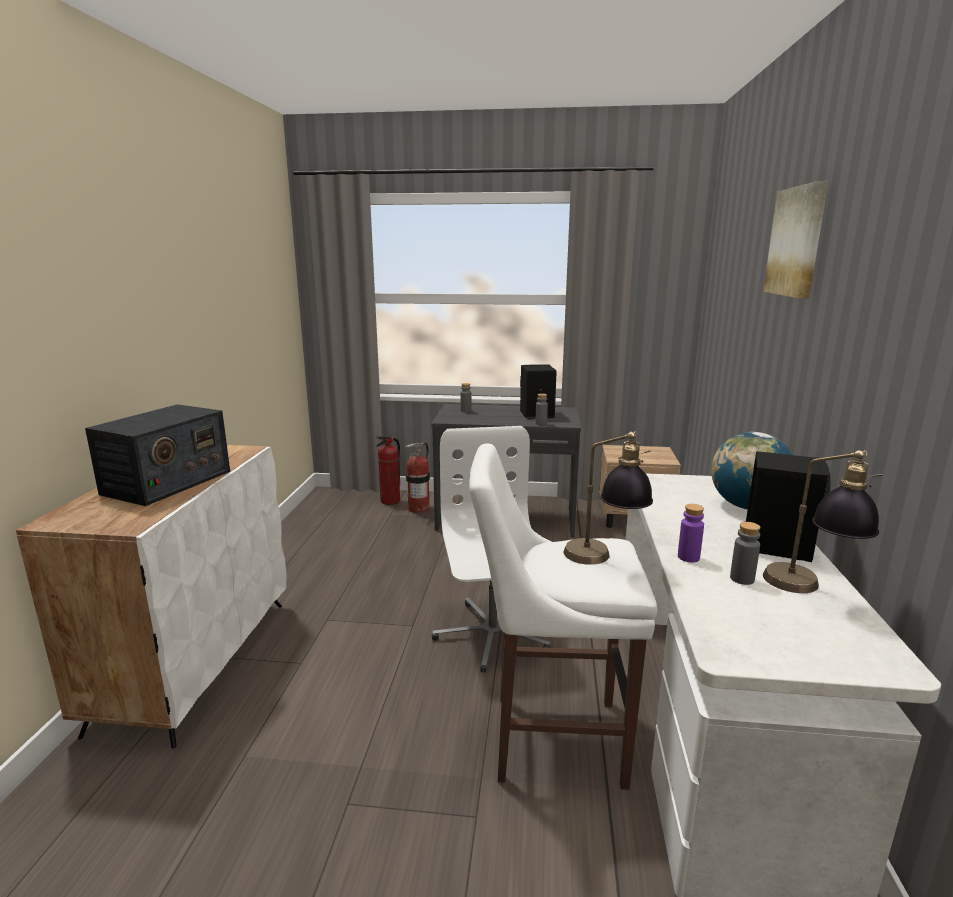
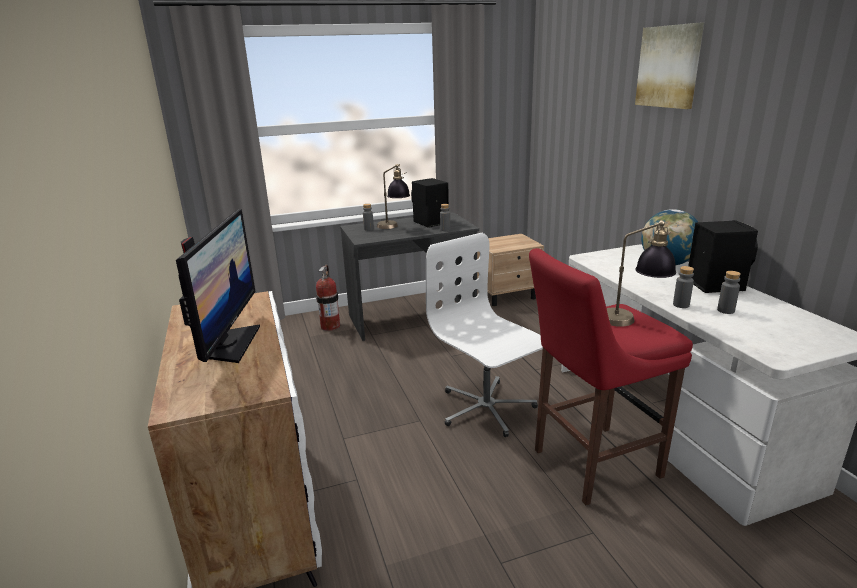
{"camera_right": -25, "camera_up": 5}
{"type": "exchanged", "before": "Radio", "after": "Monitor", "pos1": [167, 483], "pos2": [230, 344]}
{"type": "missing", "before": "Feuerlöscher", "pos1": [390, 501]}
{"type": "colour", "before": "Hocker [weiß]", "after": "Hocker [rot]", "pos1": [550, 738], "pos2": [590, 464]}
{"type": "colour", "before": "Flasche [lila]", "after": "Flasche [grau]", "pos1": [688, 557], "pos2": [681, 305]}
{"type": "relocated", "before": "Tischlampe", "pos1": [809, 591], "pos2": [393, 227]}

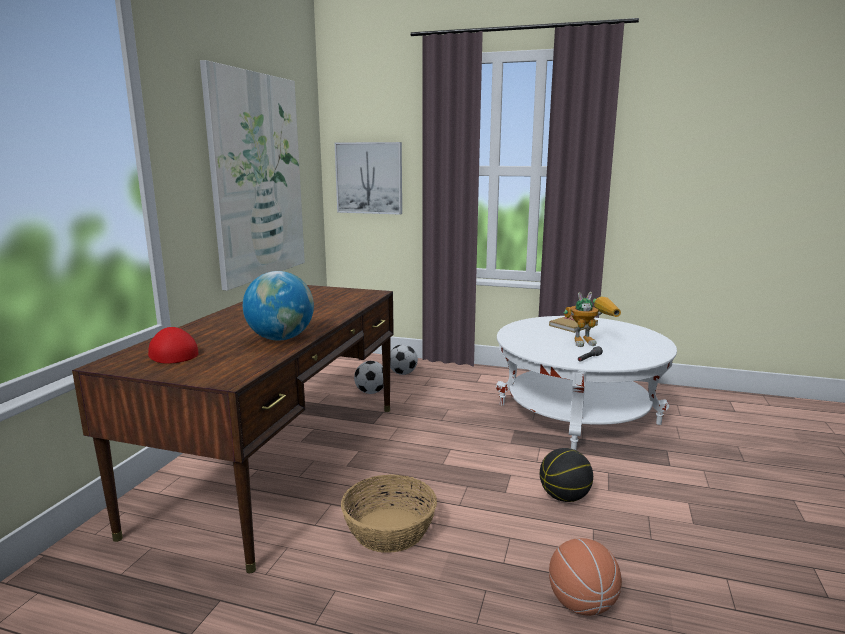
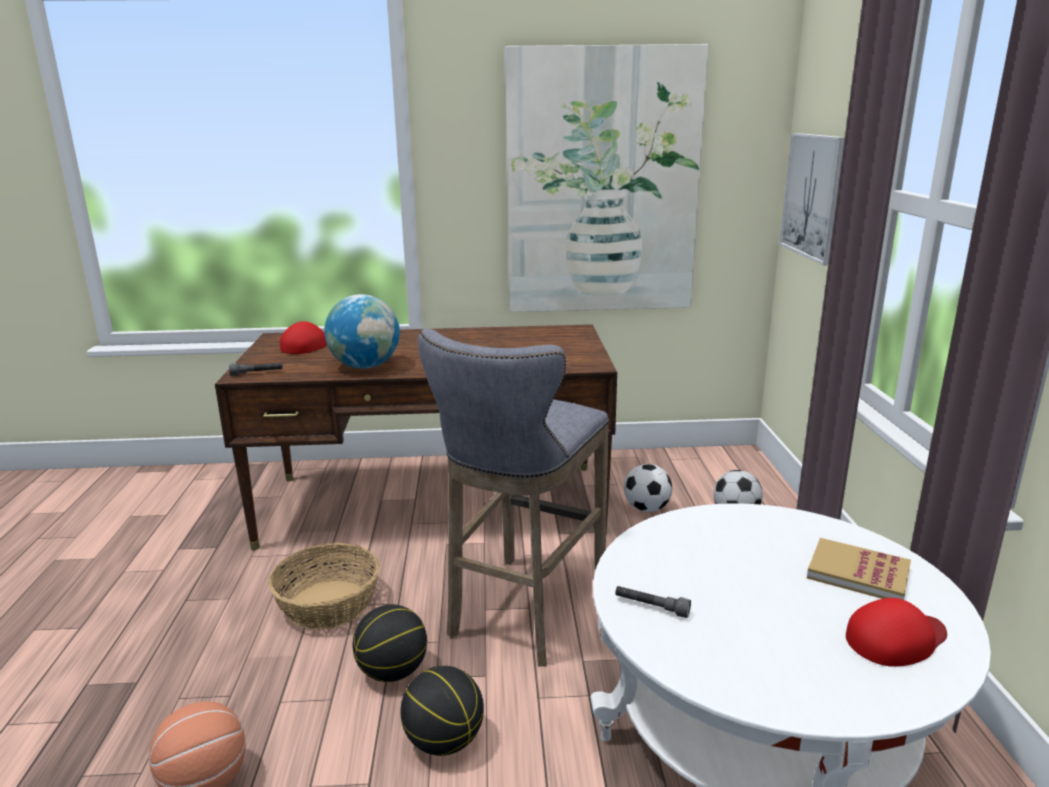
{"camera_right": 70, "camera_up": 5}
{"type": "missing", "before": "Spielzeugroboter", "pos1": [590, 342]}
{"type": "appeared", "after": "Taschenlampe [grau]", "pos2": [257, 373]}
{"type": "appeared", "after": "Basketball", "pos2": [393, 672]}
{"type": "appeared", "after": "Hocker [grau]", "pos2": [523, 614]}
{"type": "appeared", "after": "Kappe [rot]", "pos2": [896, 639]}

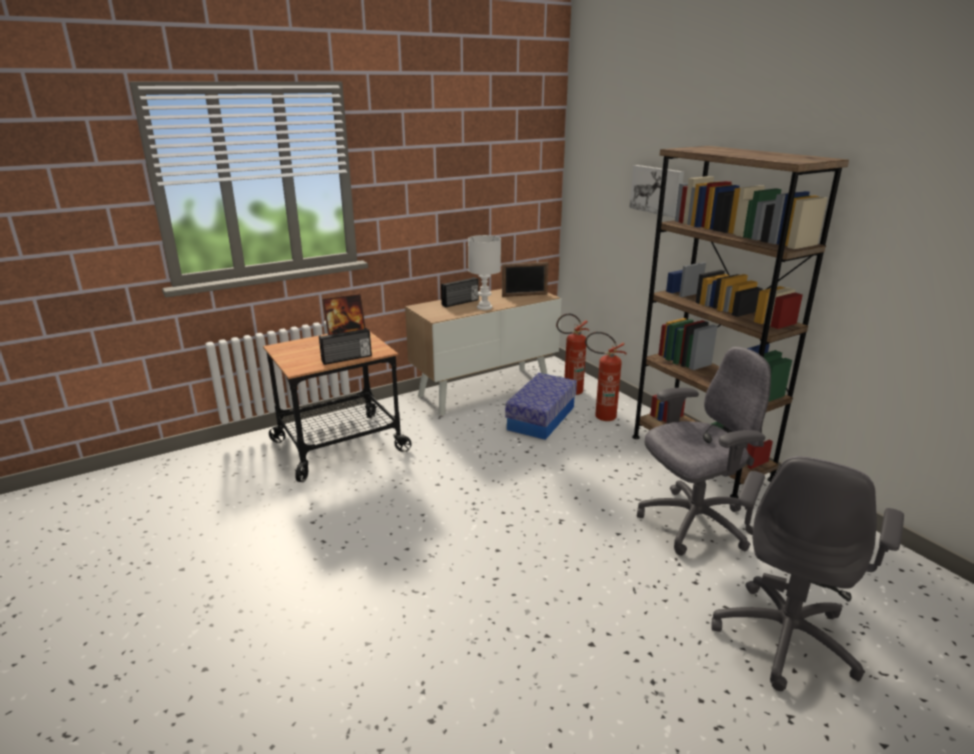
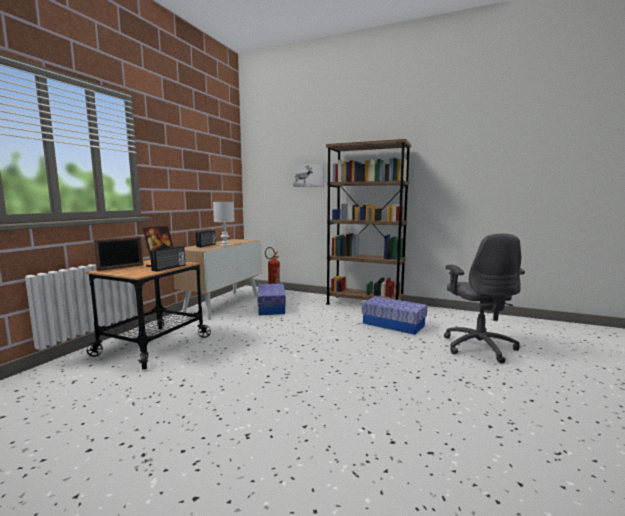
{"camera_right": -35, "camera_up": -15}
{"type": "relocated", "before": "Bilderrahmen", "pos1": [524, 295], "pos2": [121, 268]}
{"type": "missing", "before": "Feuerlöscher", "pos1": [600, 416]}
{"type": "exchanged", "before": "Bürostuhl [grau]", "after": "Aufbewahrungsbox", "pos1": [692, 523], "pos2": [393, 324]}

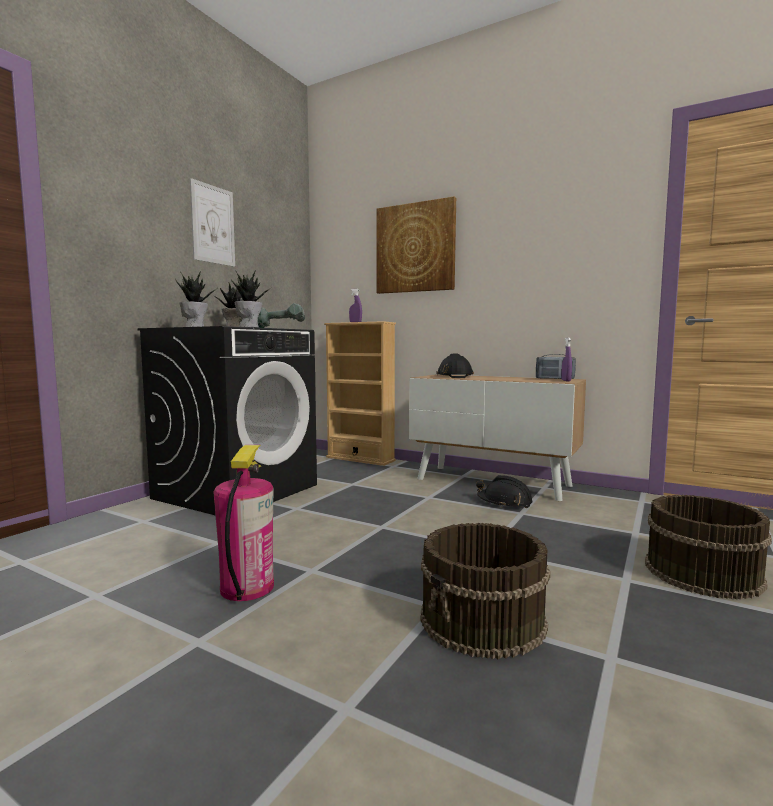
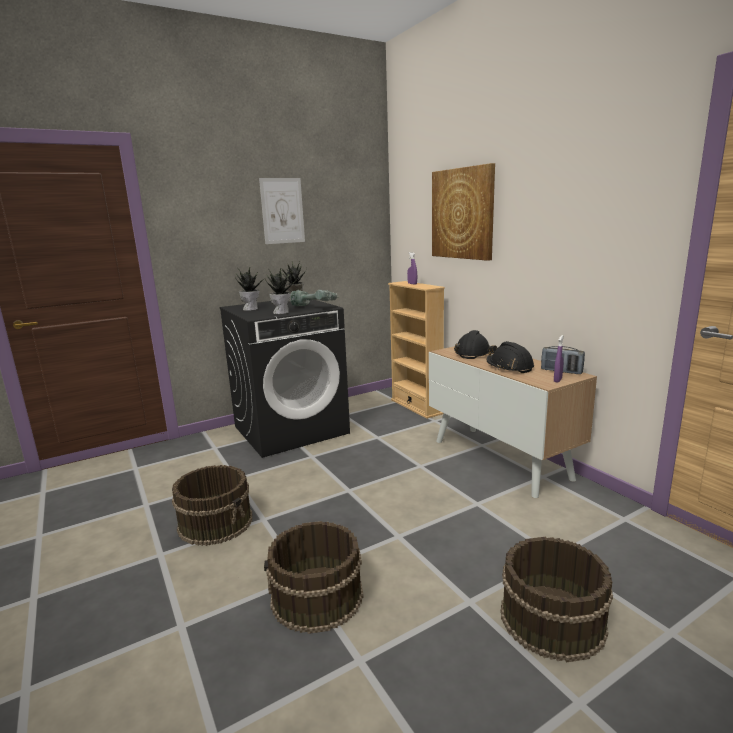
{"camera_right": 30, "camera_up": 10}
{"type": "exchanged", "before": "Feuerlöscher", "after": "Eimer [braun]", "pos1": [246, 587], "pos2": [216, 522]}
{"type": "relocated", "before": "Schutzhelm [schwarz]", "pos1": [504, 502], "pos2": [509, 367]}

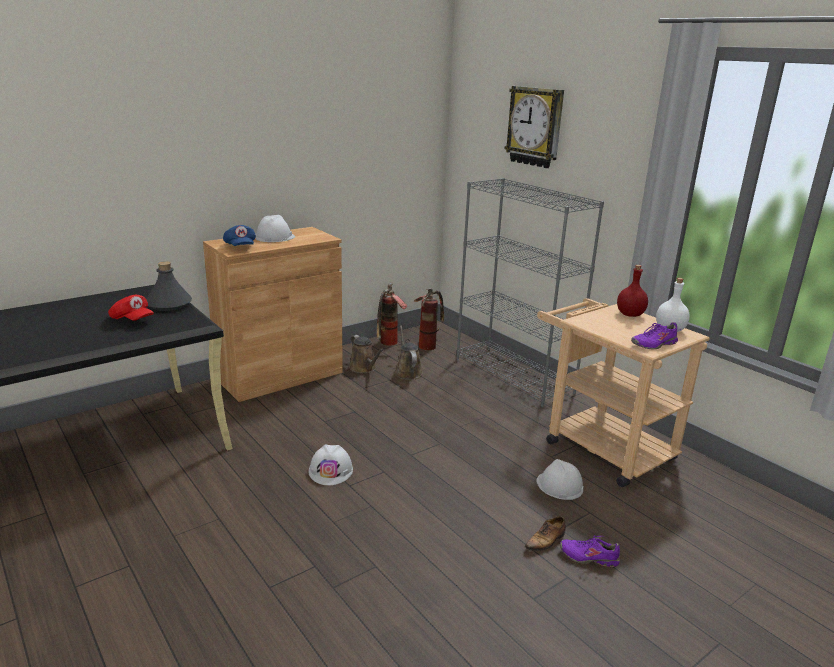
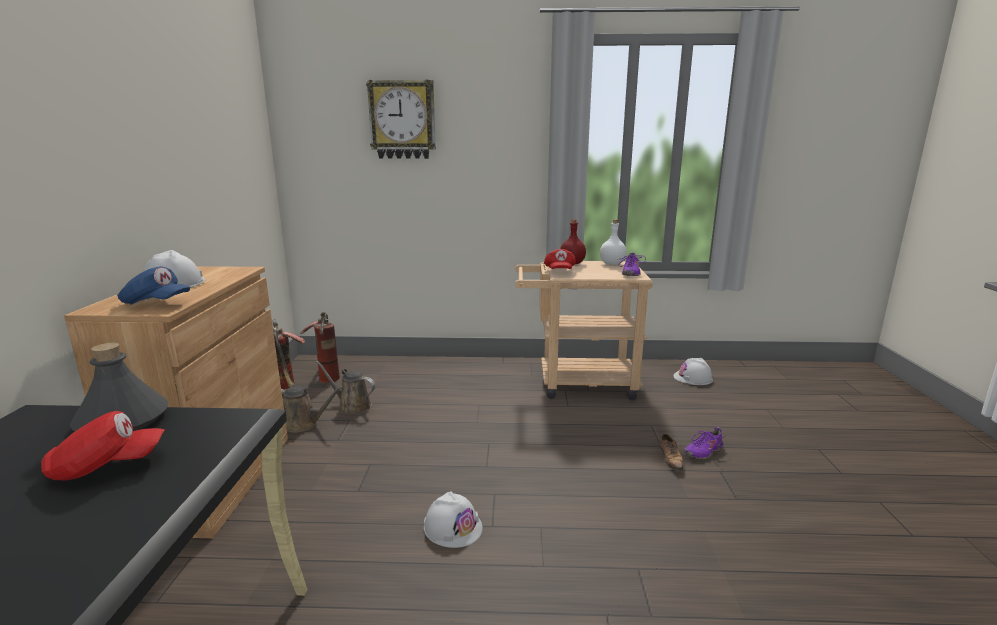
{"camera_right": -50, "camera_up": -5}
{"type": "missing", "before": "Bücherregal [grau]", "pos1": [514, 376]}
{"type": "relocated", "before": "Schutzhelm [weiß]", "pos1": [559, 485], "pos2": [693, 378]}
{"type": "appeared", "after": "Kappe [rot]", "pos2": [559, 271]}

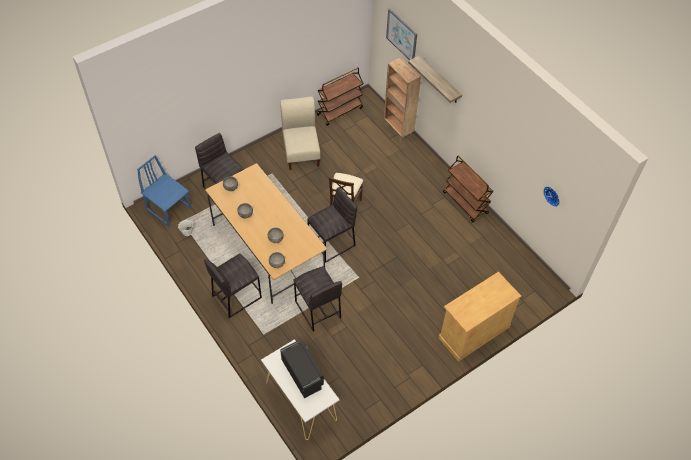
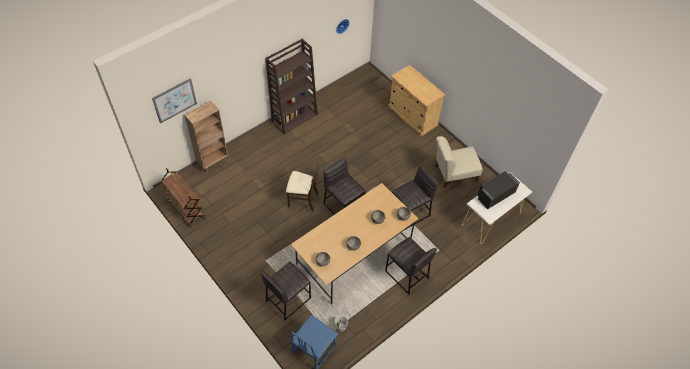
{"camera_right": -95, "camera_up": 0}
{"type": "relocated", "before": "Stuhl [beige]", "pos1": [301, 151], "pos2": [453, 173]}
{"type": "missing", "before": "Wandregal", "pos1": [439, 80]}
{"type": "exchanged", "before": "Rollwagen [braun]", "after": "Bücherregal [braun]", "pos1": [465, 203], "pos2": [294, 117]}

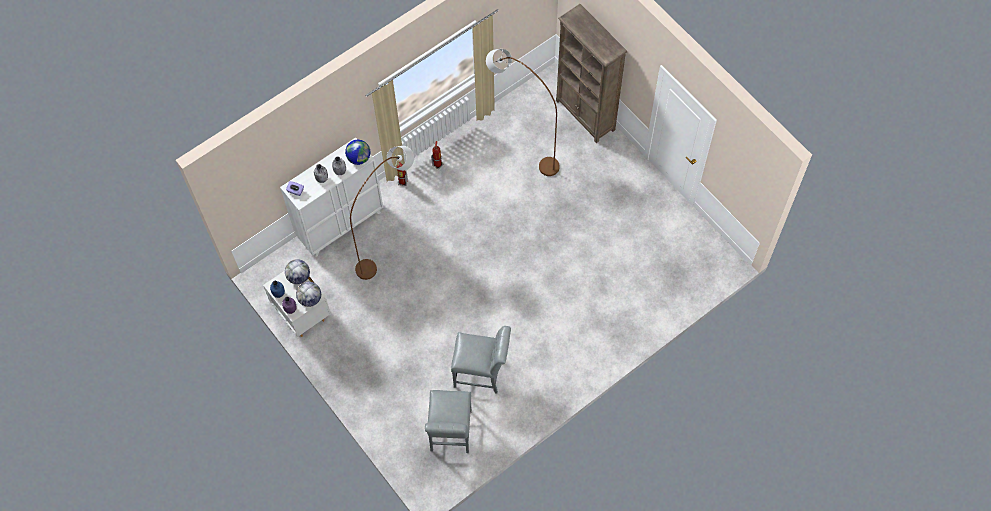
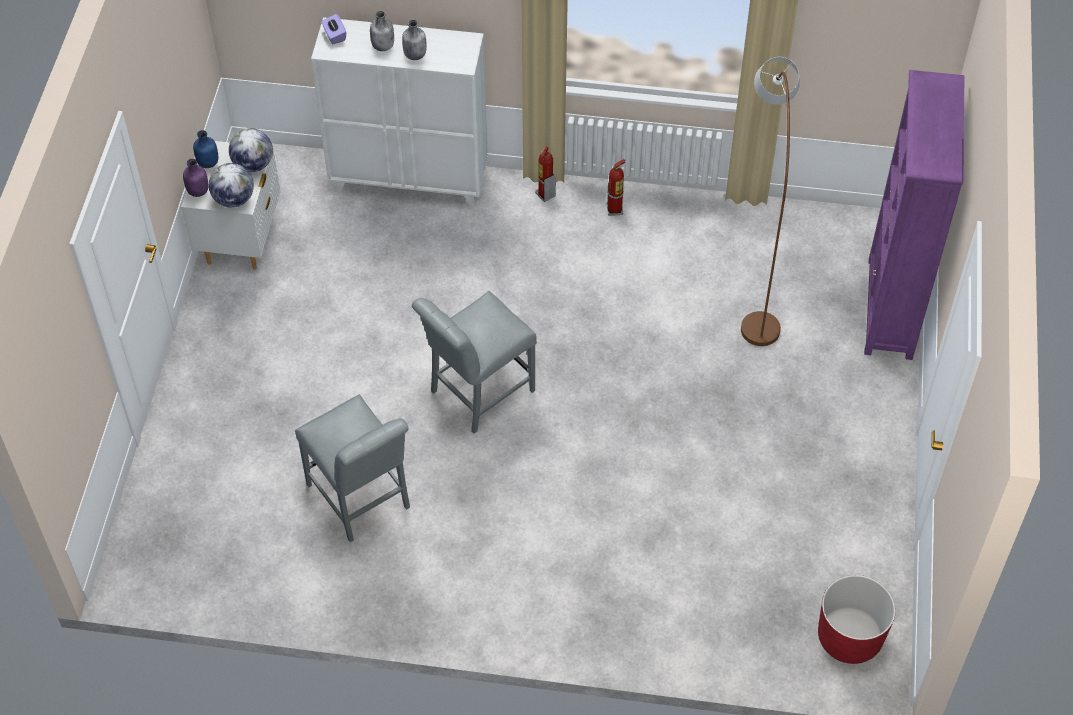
{"camera_right": 45, "camera_up": -10}
{"type": "missing", "before": "Globus", "pos1": [359, 158]}
{"type": "missing", "before": "Stehlampe [braun]", "pos1": [389, 239]}
{"type": "relocated", "before": "Stuhl [grau]", "pos1": [450, 434], "pos2": [477, 393]}
{"type": "colour", "before": "Bücherregal [braun]", "after": "Bücherregal [lila]", "pos1": [585, 115], "pos2": [890, 309]}
{"type": "appeared", "after": "Pflanzkübel [rot]", "pos2": [849, 637]}

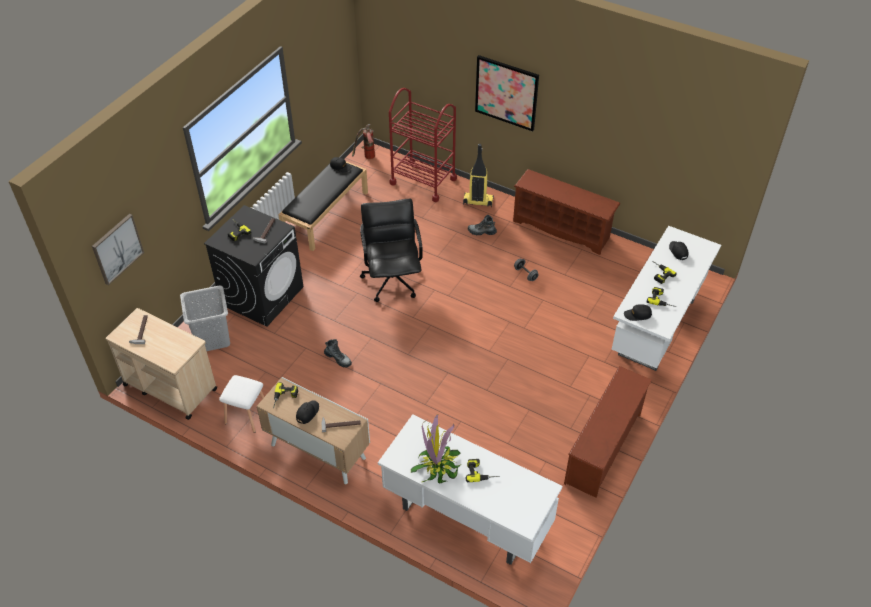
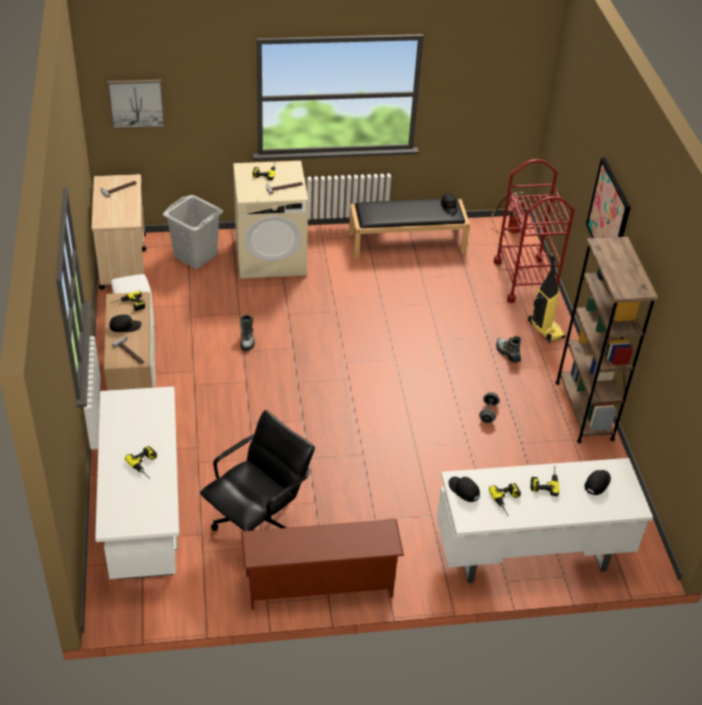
{"camera_right": 50, "camera_up": -5}
{"type": "colour", "before": "Waschmaschine [schwarz]", "after": "Waschmaschine [beige]", "pos1": [262, 295], "pos2": [271, 257]}
{"type": "relocated", "before": "Bürostuhl [schwarz]", "pos1": [392, 280], "pos2": [258, 524]}
{"type": "missing", "before": "Topfpflanze", "pos1": [437, 466]}
{"type": "exchanged", "before": "Schuhregal [braun]", "after": "Bücherregal [braun]", "pos1": [562, 229], "pos2": [584, 410]}

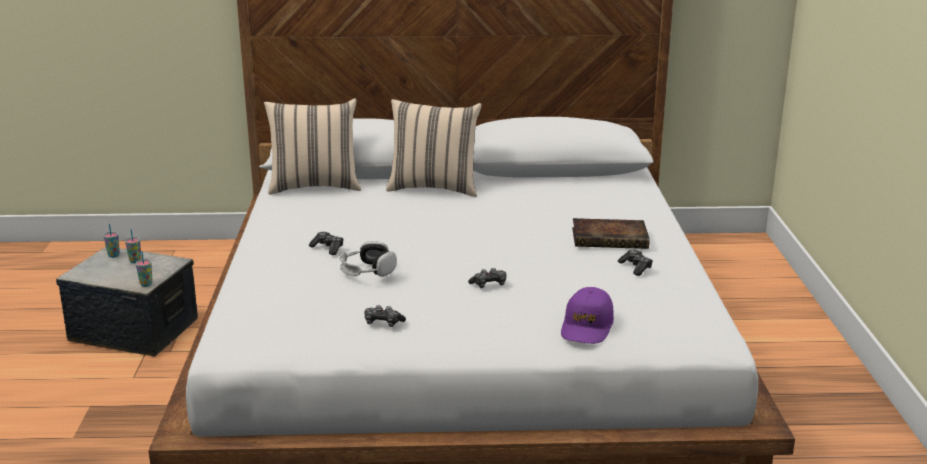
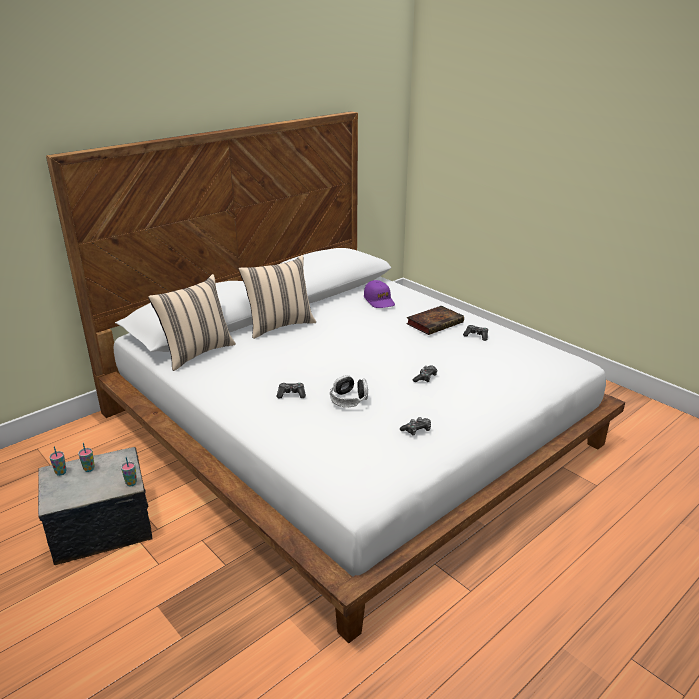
{"camera_right": -40, "camera_up": 5}
{"type": "relocated", "before": "Kappe [lila]", "pos1": [587, 326], "pos2": [379, 300]}

